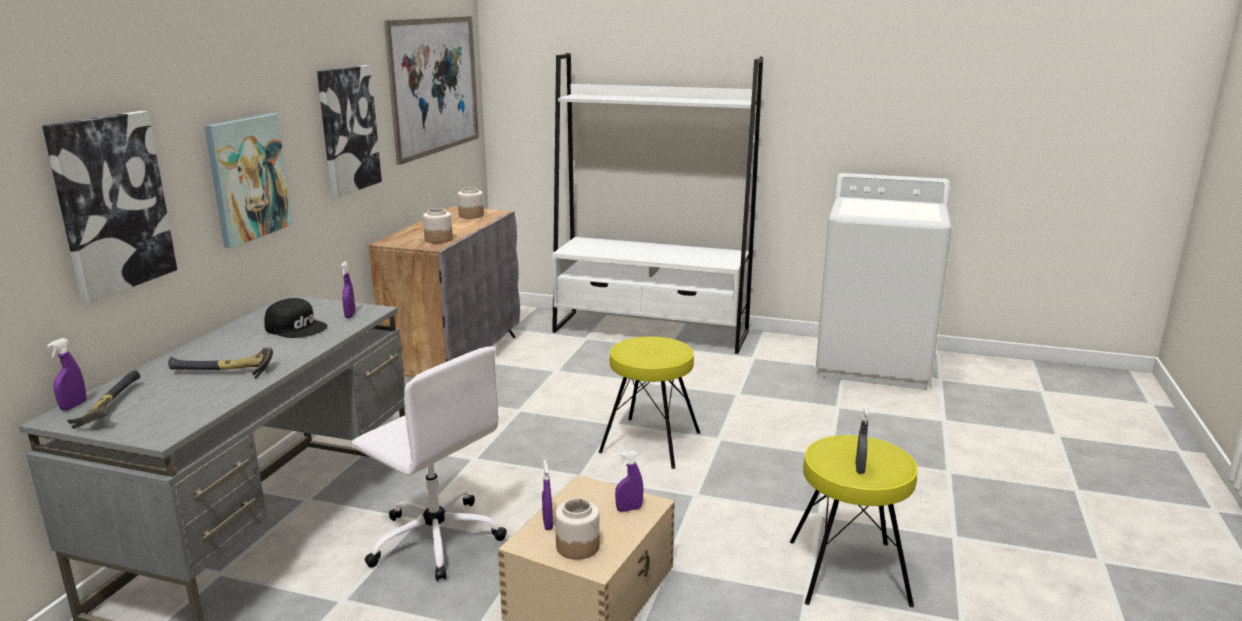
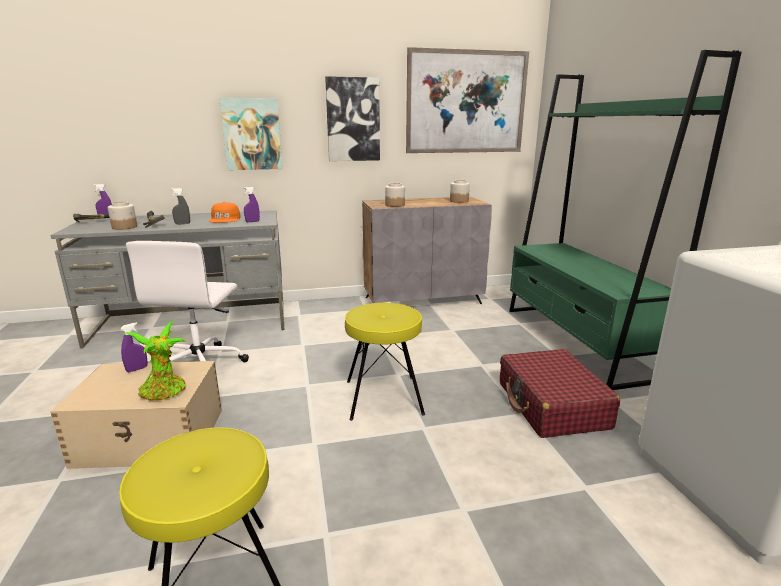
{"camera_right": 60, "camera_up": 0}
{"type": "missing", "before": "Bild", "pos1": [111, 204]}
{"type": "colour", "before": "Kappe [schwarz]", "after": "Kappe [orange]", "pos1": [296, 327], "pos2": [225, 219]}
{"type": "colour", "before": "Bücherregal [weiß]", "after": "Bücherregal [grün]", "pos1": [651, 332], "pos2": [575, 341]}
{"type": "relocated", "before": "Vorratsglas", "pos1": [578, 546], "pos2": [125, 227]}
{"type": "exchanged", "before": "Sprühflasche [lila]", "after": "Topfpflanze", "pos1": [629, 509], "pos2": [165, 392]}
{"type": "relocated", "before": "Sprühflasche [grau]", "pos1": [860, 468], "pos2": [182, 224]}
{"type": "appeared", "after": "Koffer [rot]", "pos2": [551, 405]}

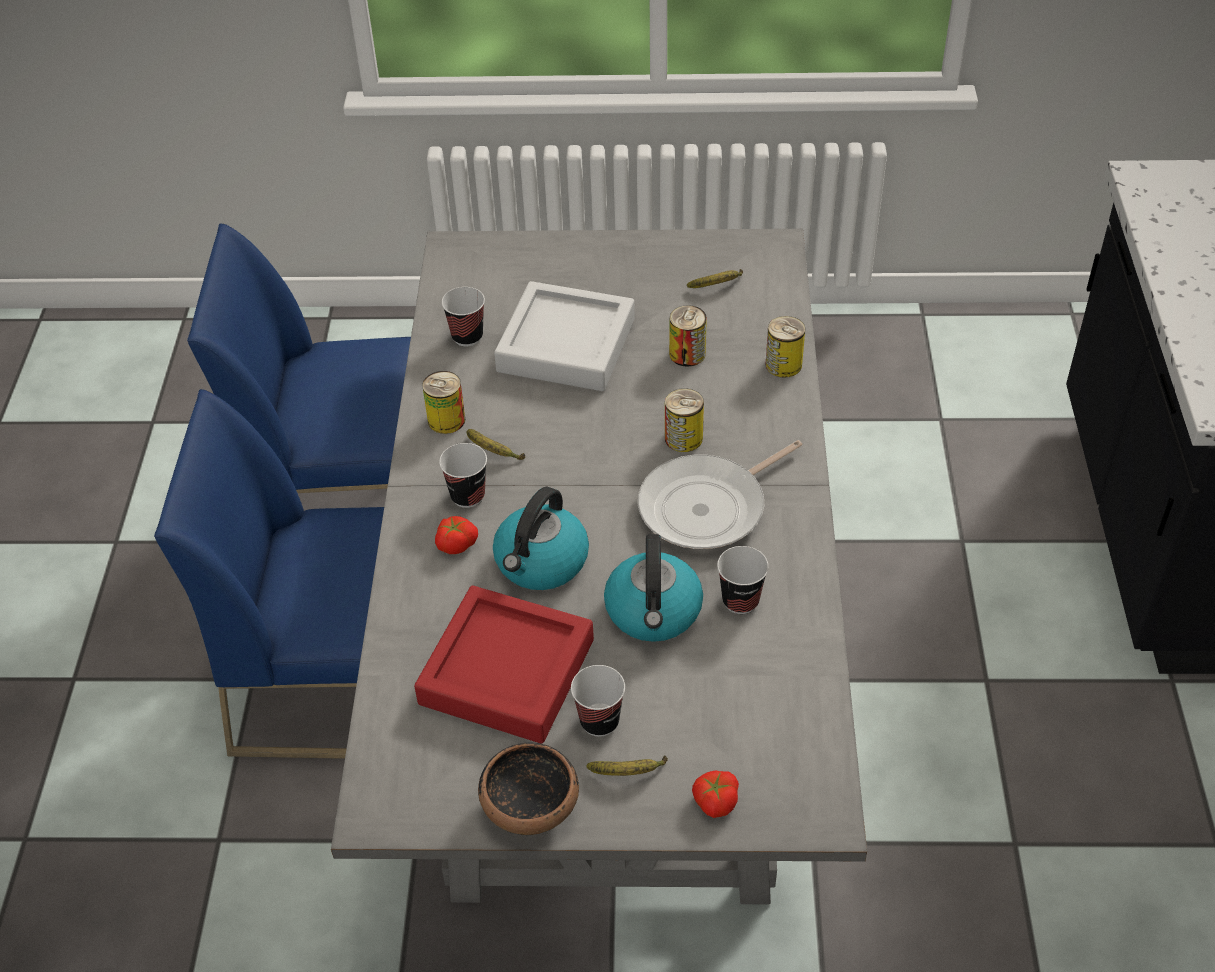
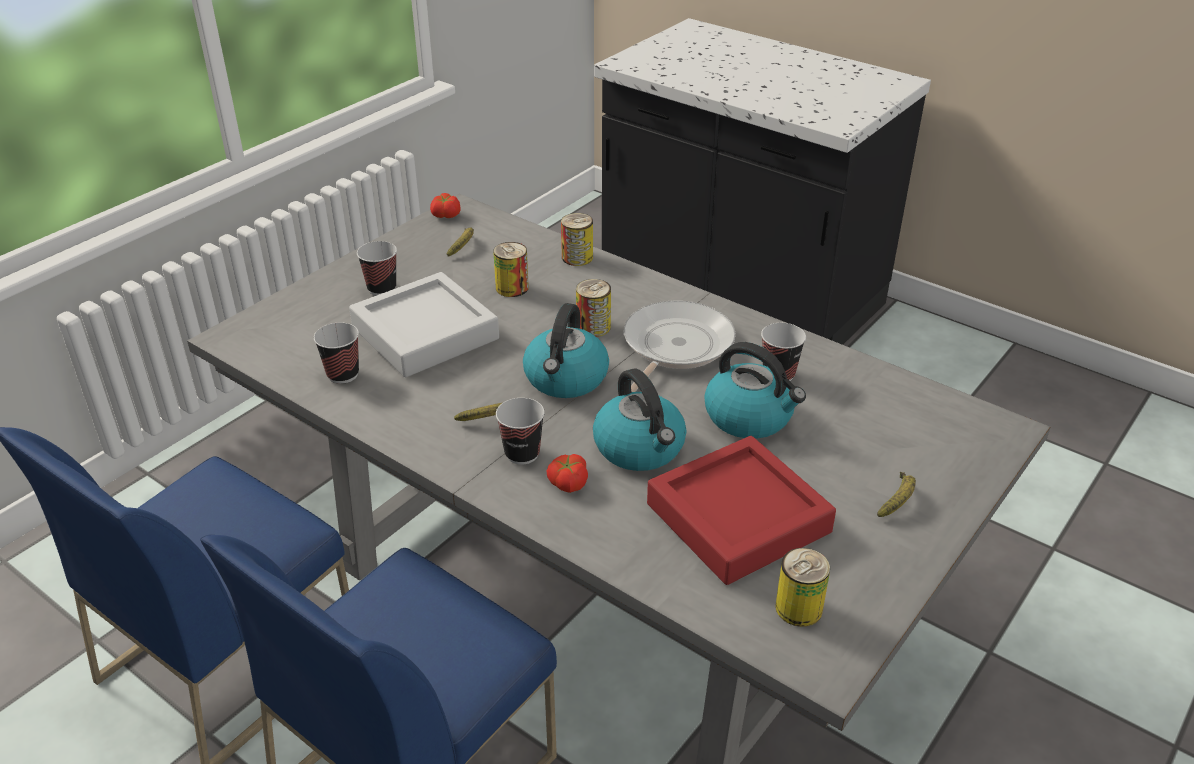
{"camera_right": -55, "camera_up": -10}
{"type": "relocated", "before": "Dose", "pos1": [446, 420], "pos2": [798, 608]}
{"type": "missing", "before": "Schüssel", "pos1": [531, 808]}
{"type": "relocated", "before": "Tasse", "pos1": [599, 721], "pos2": [382, 288]}
{"type": "spun", "before": "Pfanne", "pos1": [708, 507], "pos2": [674, 347], "turn": -150}
{"type": "relocated", "before": "Tomate", "pos1": [714, 801], "pos2": [445, 215]}
{"type": "appeared", "after": "Wasserkessel", "pos2": [566, 379]}

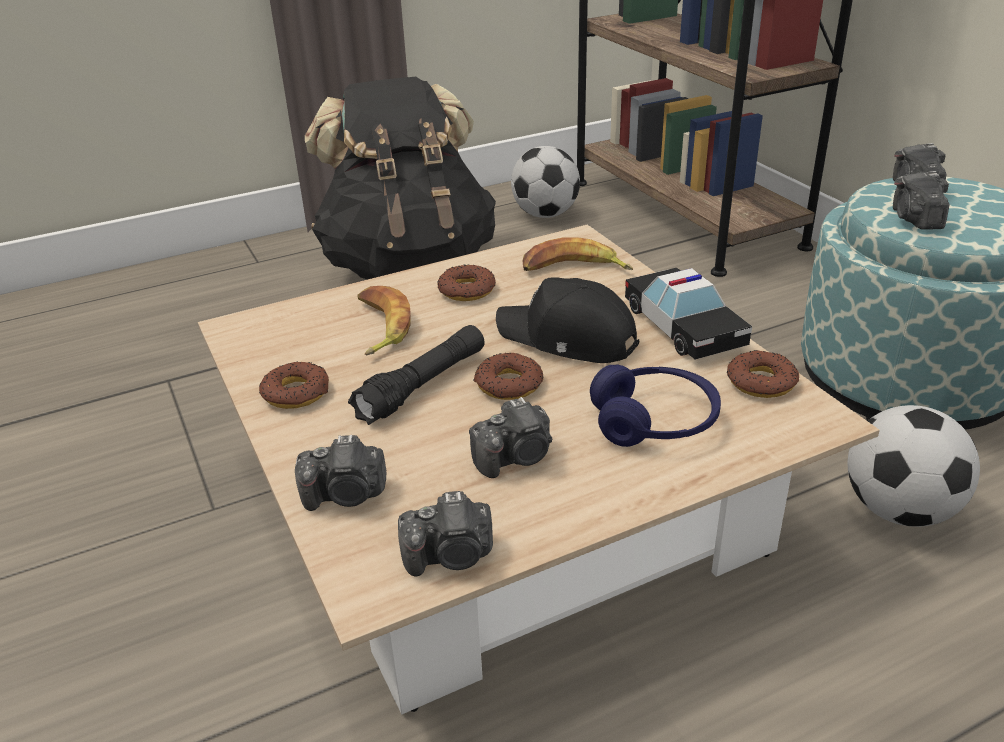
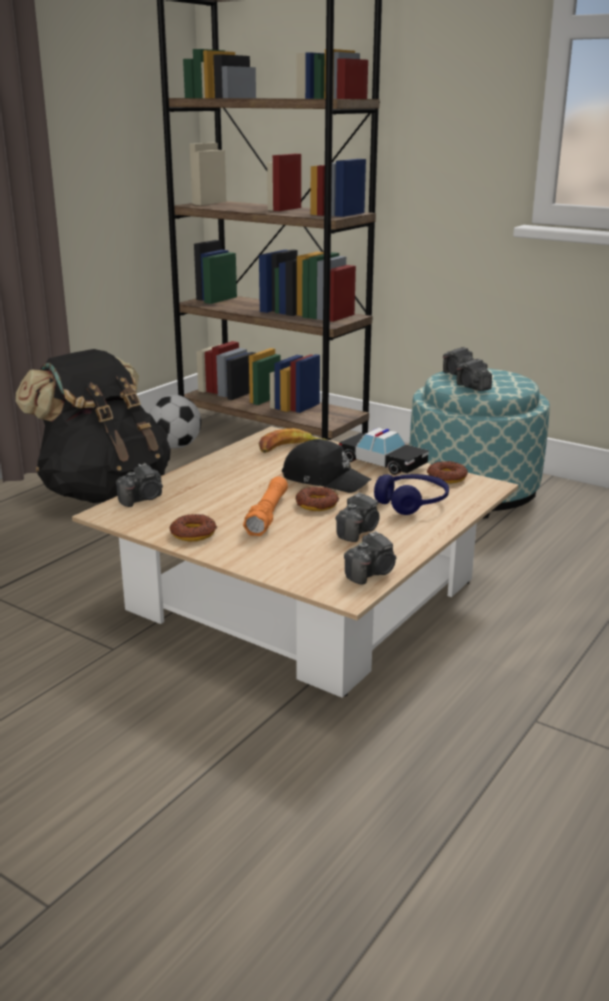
{"camera_right": -30, "camera_up": -10}
{"type": "relocated", "before": "Kamera", "pos1": [346, 495], "pos2": [143, 499]}
{"type": "colour", "before": "Taschenlampe [schwarz]", "after": "Taschenlampe [orange]", "pos1": [422, 386], "pos2": [267, 515]}
{"type": "missing", "before": "Banane", "pos1": [379, 327]}
{"type": "missing", "before": "Donut", "pos1": [466, 290]}
{"type": "spun", "before": "Kappe [schwarz]", "pos1": [567, 338], "pos2": [325, 479], "turn": -150}
{"type": "missing", "before": "Fußball", "pos1": [899, 510]}

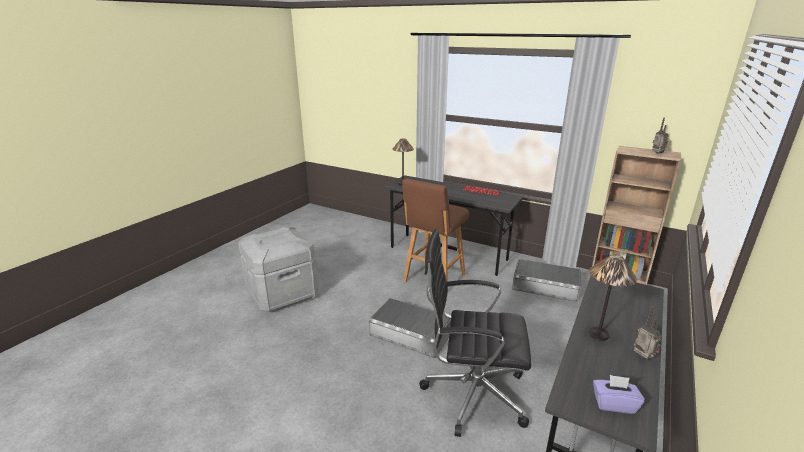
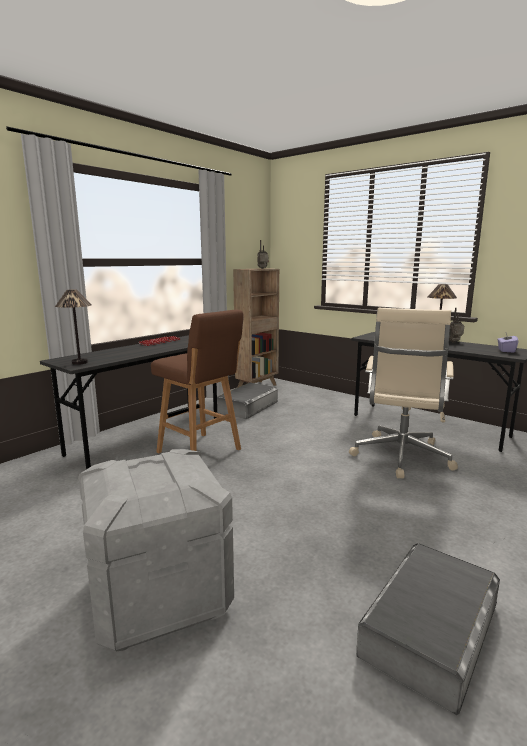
{"camera_right": -80, "camera_up": -10}
{"type": "relocated", "before": "Aufbewahrungsbox [grau]", "pos1": [411, 333], "pos2": [430, 629]}
{"type": "colour", "before": "Bürostuhl [schwarz]", "after": "Bürostuhl [beige]", "pos1": [471, 393], "pos2": [401, 457]}

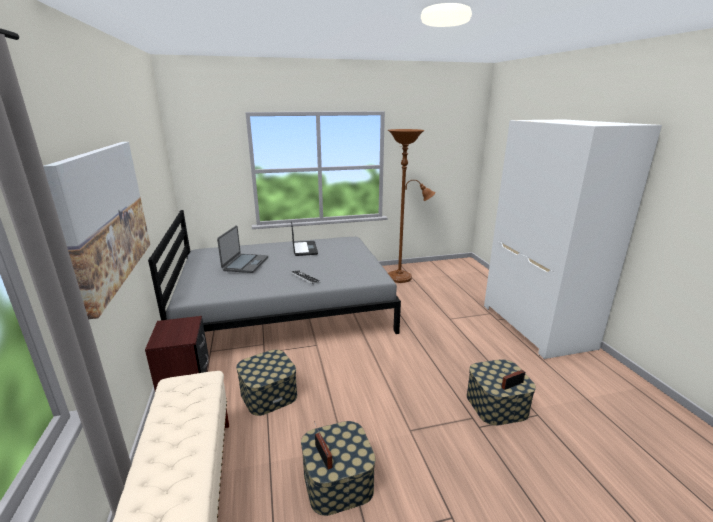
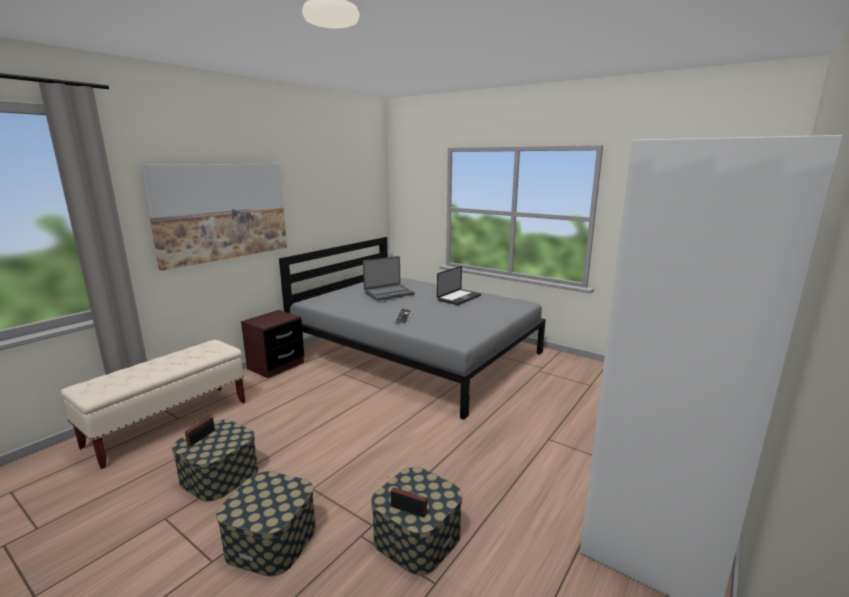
{"camera_right": 50, "camera_up": -5}
{"type": "relocated", "before": "Aufbewahrungsbox", "pos1": [268, 394], "pos2": [271, 540]}
{"type": "missing", "before": "Stehlampe [braun]", "pos1": [402, 277]}

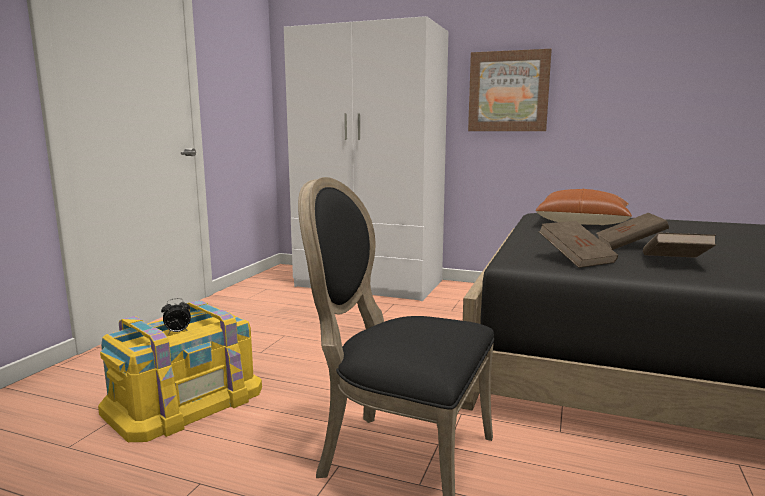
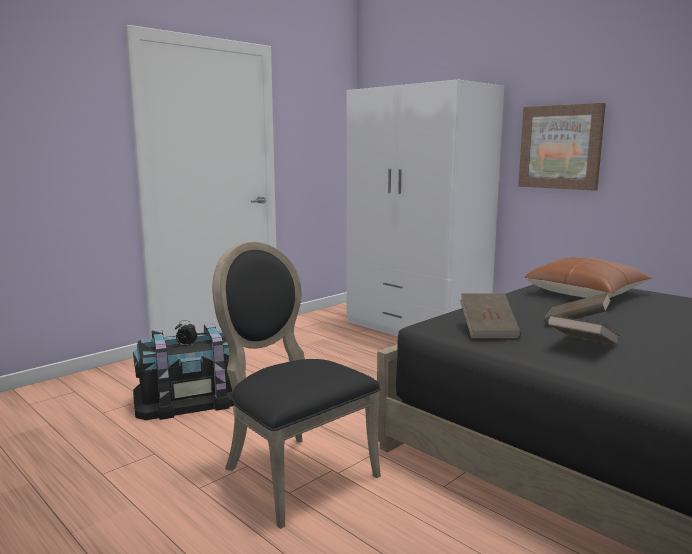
{"camera_right": 25, "camera_up": 0}
{"type": "colour", "before": "Aufbewahrungsbox [gelb]", "after": "Aufbewahrungsbox [schwarz]", "pos1": [184, 400], "pos2": [190, 398]}

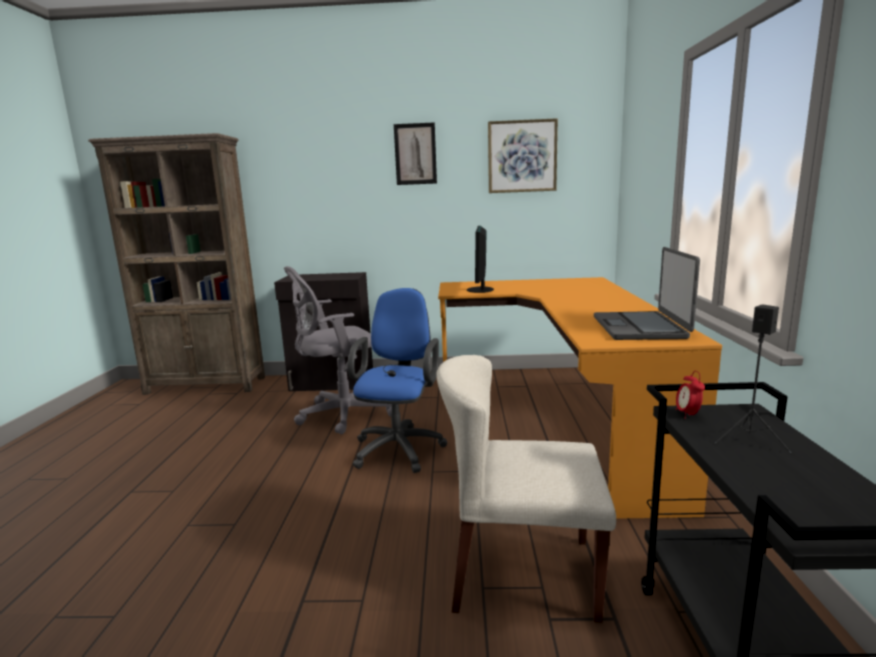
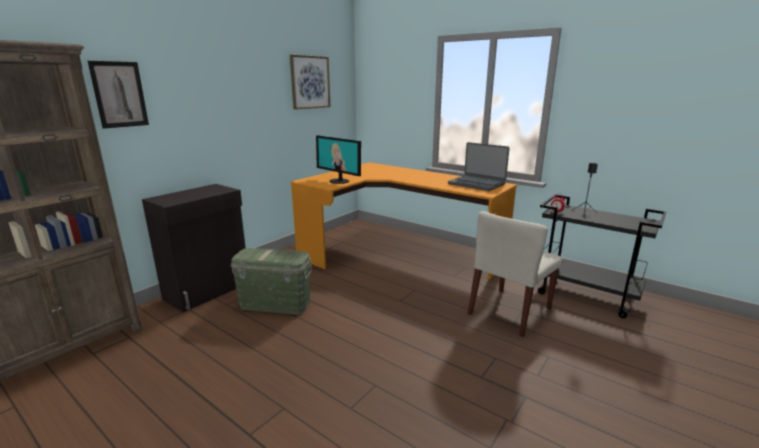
{"camera_right": -55, "camera_up": 5}
{"type": "exchanged", "before": "Bürostuhl [grau]", "after": "Aufbewahrungsbox [grün]", "pos1": [341, 415], "pos2": [275, 304]}
{"type": "missing", "before": "Bürostuhl [blau]", "pos1": [400, 447]}
{"type": "relocated", "before": "Bild", "pos1": [415, 154], "pos2": [119, 94]}

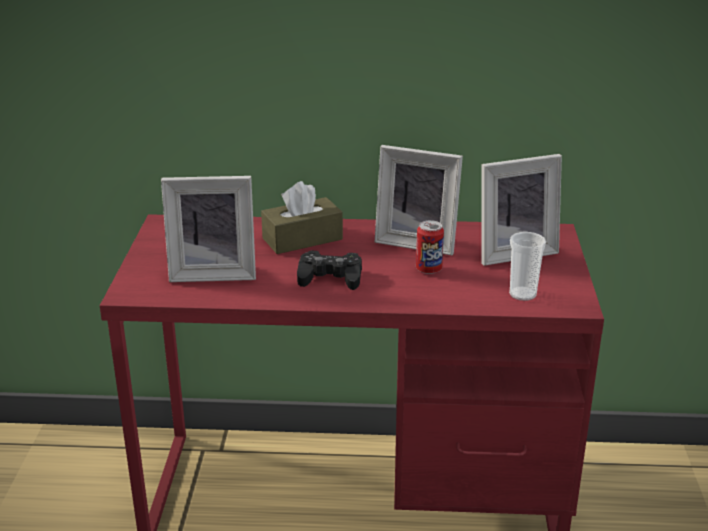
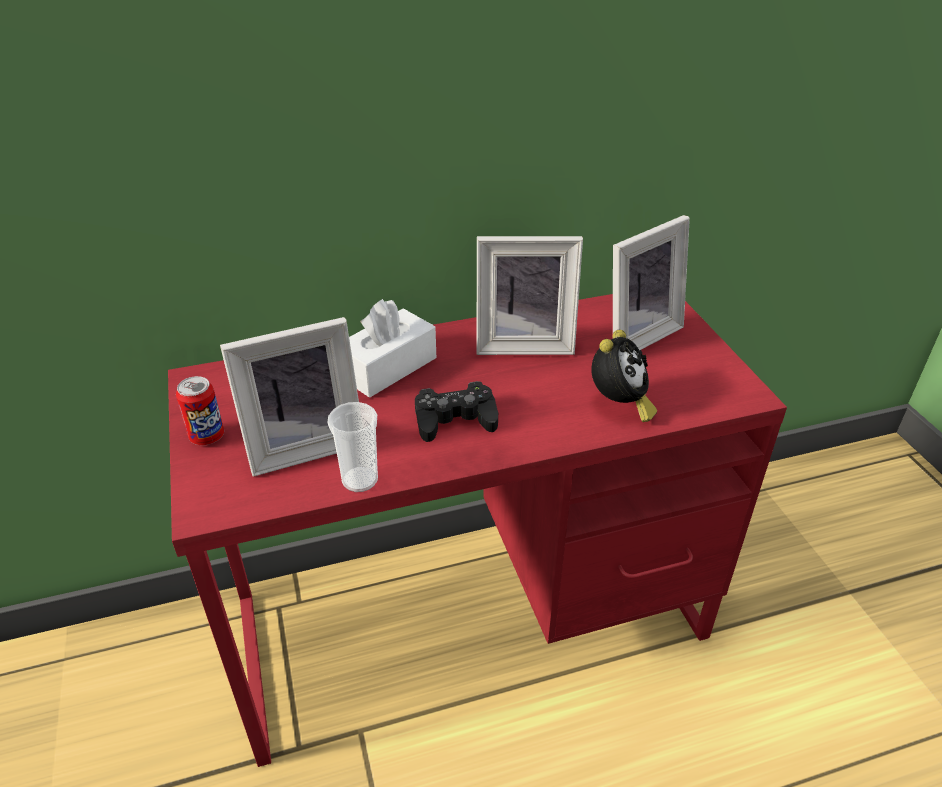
{"camera_right": -20, "camera_up": 10}
{"type": "colour", "before": "Taschentuchbox [braun]", "after": "Taschentuchbox [weiß]", "pos1": [302, 239], "pos2": [388, 367]}
{"type": "relocated", "before": "Dose", "pos1": [428, 269], "pos2": [207, 436]}
{"type": "relocated", "before": "Tasse", "pos1": [522, 294], "pos2": [360, 480]}
{"type": "appeared", "after": "Wecker", "pos2": [619, 405]}

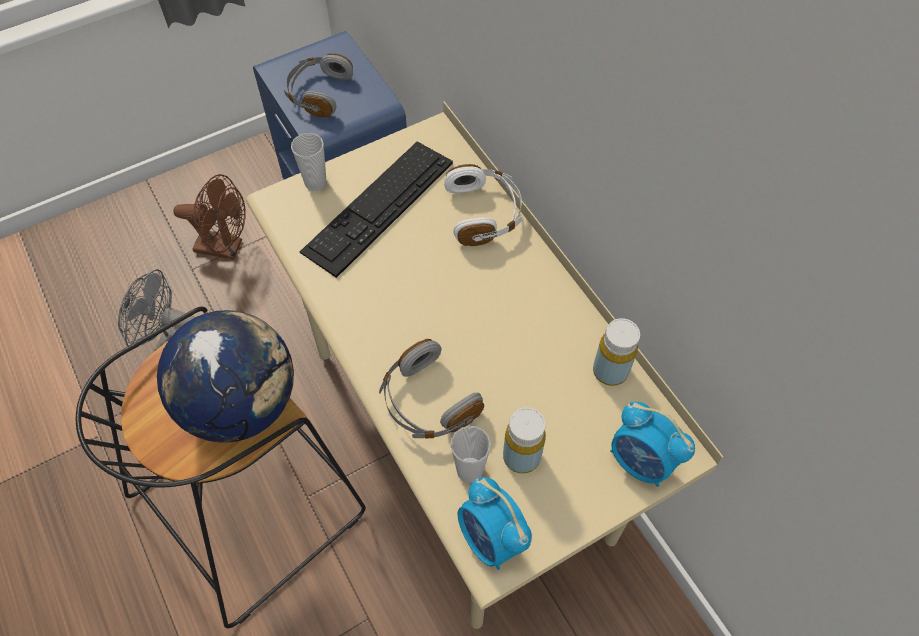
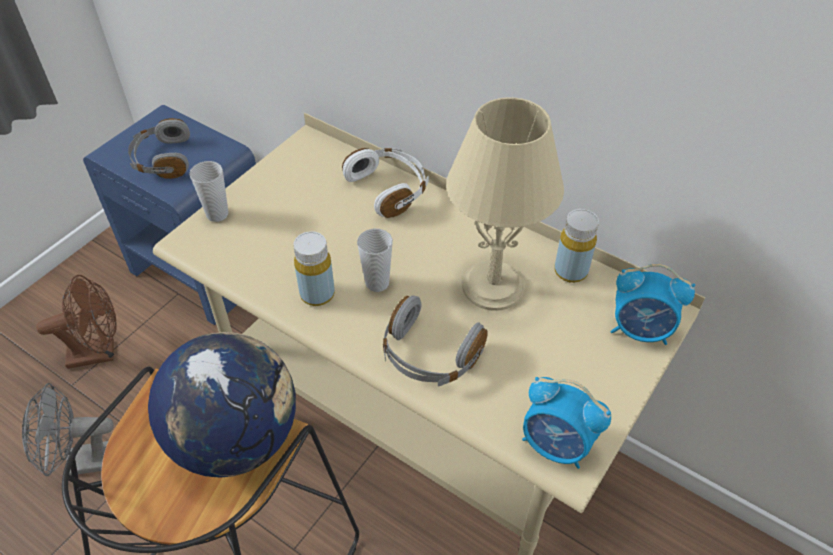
{"camera_right": -25, "camera_up": -10}
{"type": "missing", "before": "Tastatur", "pos1": [378, 206]}
{"type": "relocated", "before": "Tasse", "pos1": [469, 470], "pos2": [377, 283]}
{"type": "relocated", "before": "Flasche [gelb]", "pos1": [521, 456], "pos2": [317, 294]}
{"type": "appeared", "after": "Tischlampe [beige]", "pos2": [492, 286]}

